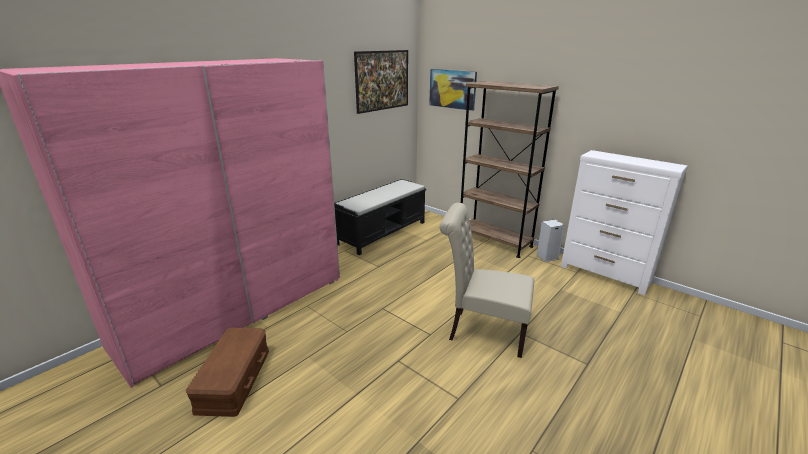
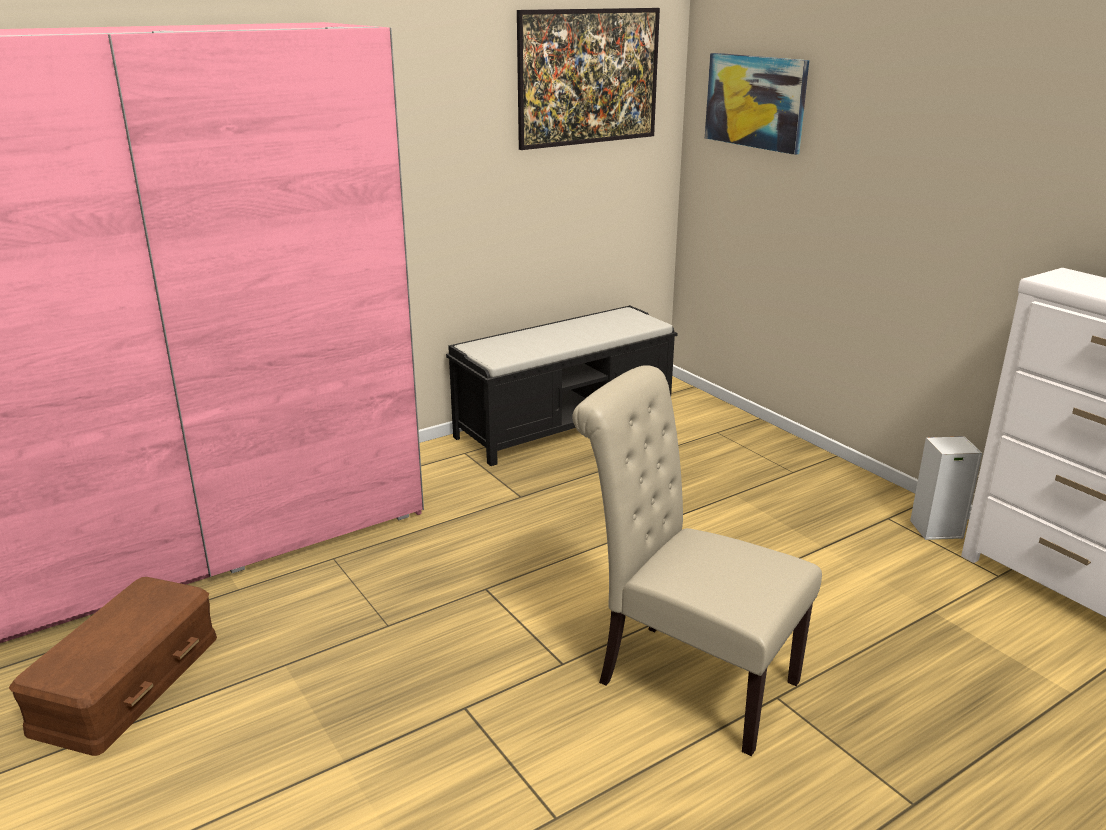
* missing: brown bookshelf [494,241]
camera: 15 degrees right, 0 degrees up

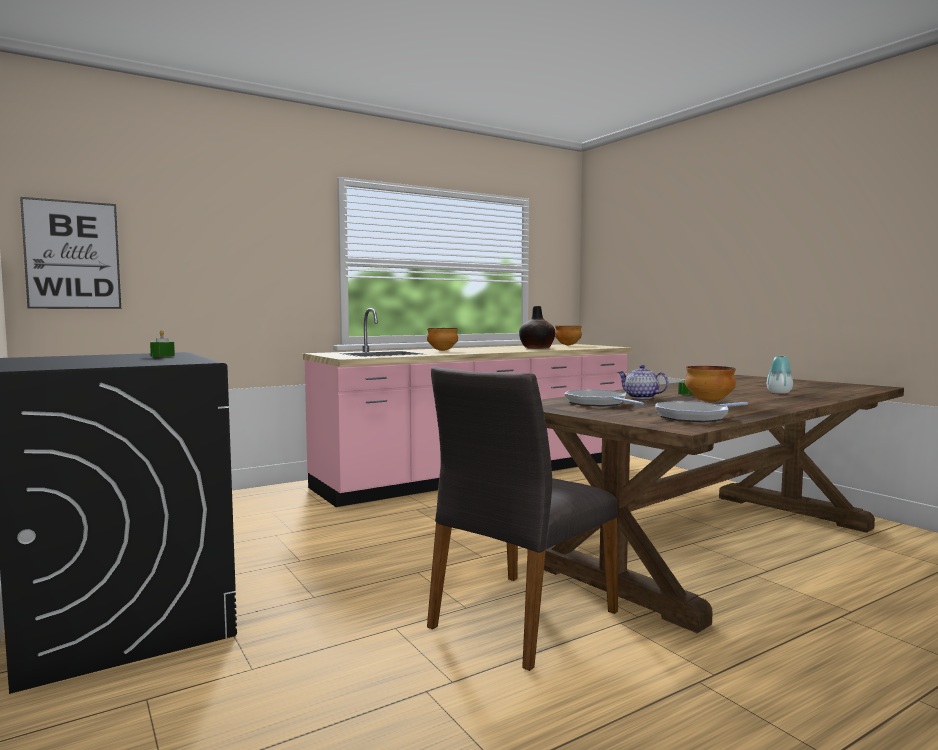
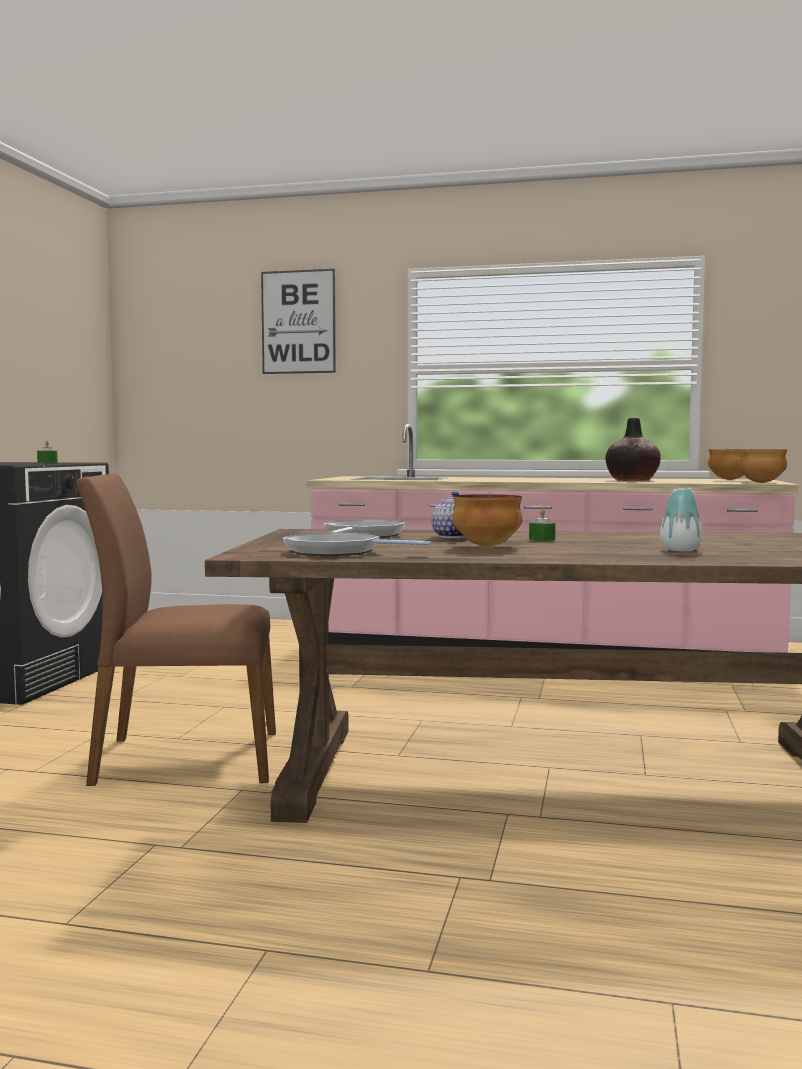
* colour: greyish chair [520,619] to brown chair [185,758]
* relocated: wall art [72,255] to [298,322]
* relocated: bowl [442,350] to [761,483]
camera: 45 degrees right, 0 degrees up

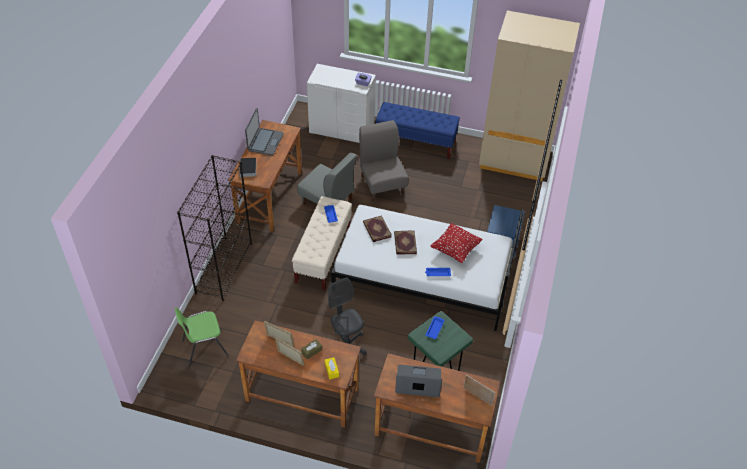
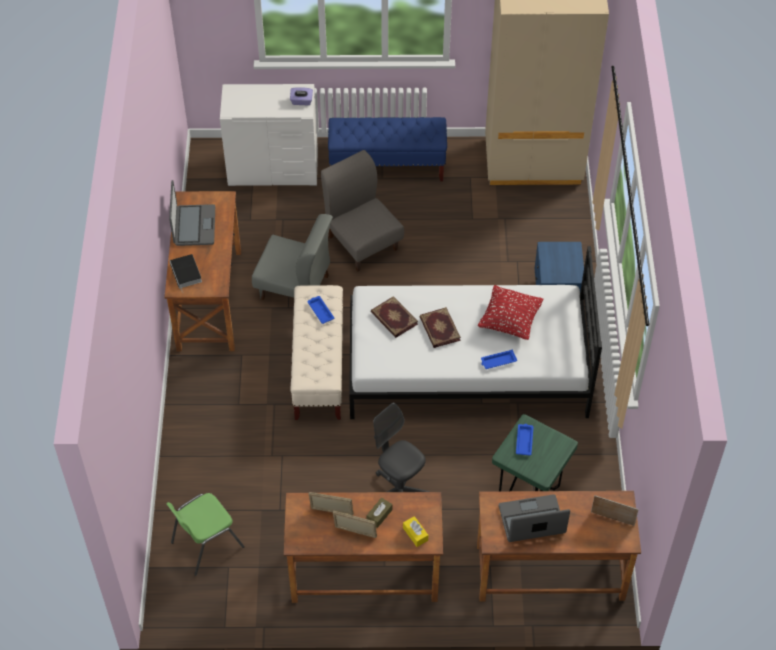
* missing: black-coloured bookshelf [224,267]
camera: 15 degrees left, 5 degrees up

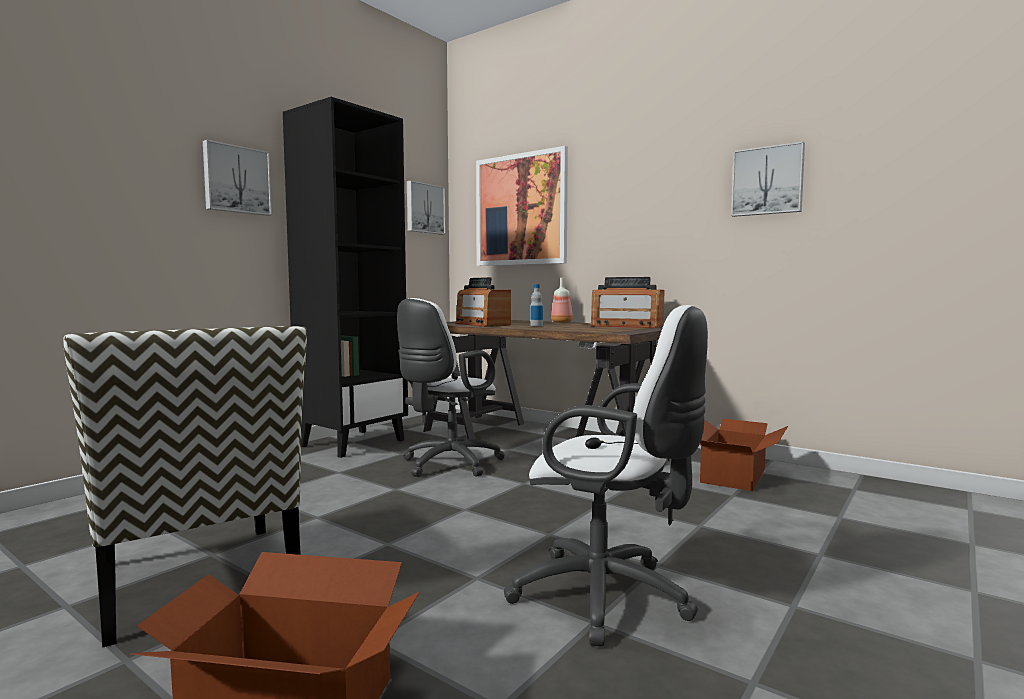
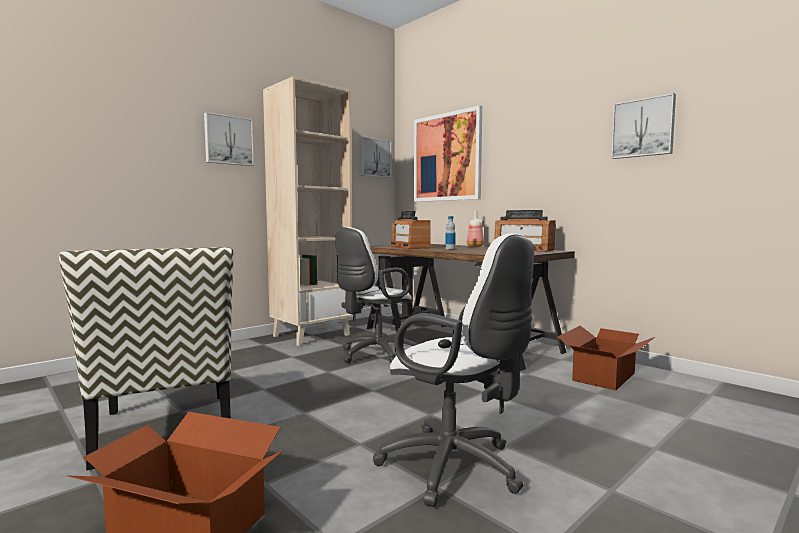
* colour: black-coloured bookshelf [353,443] to beige-coloured bookshelf [311,335]
camera: 10 degrees right, 0 degrees up

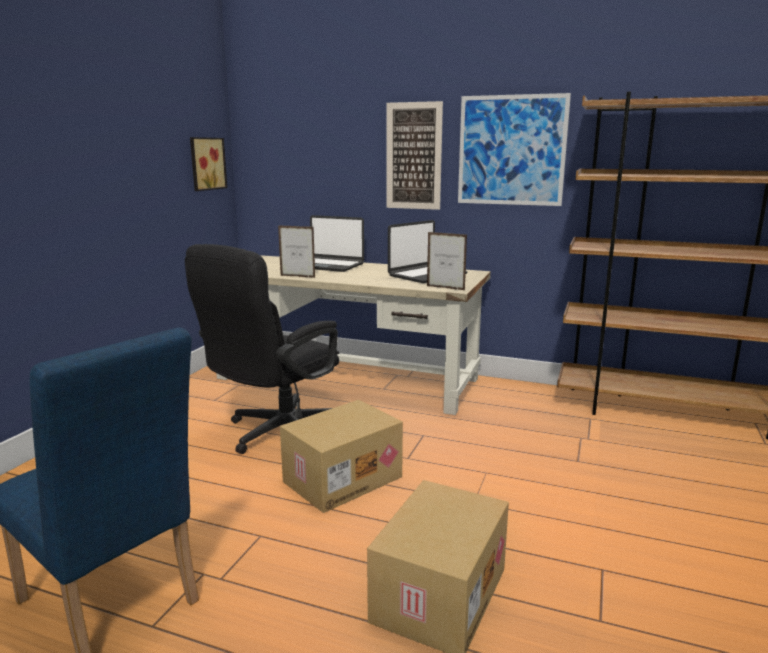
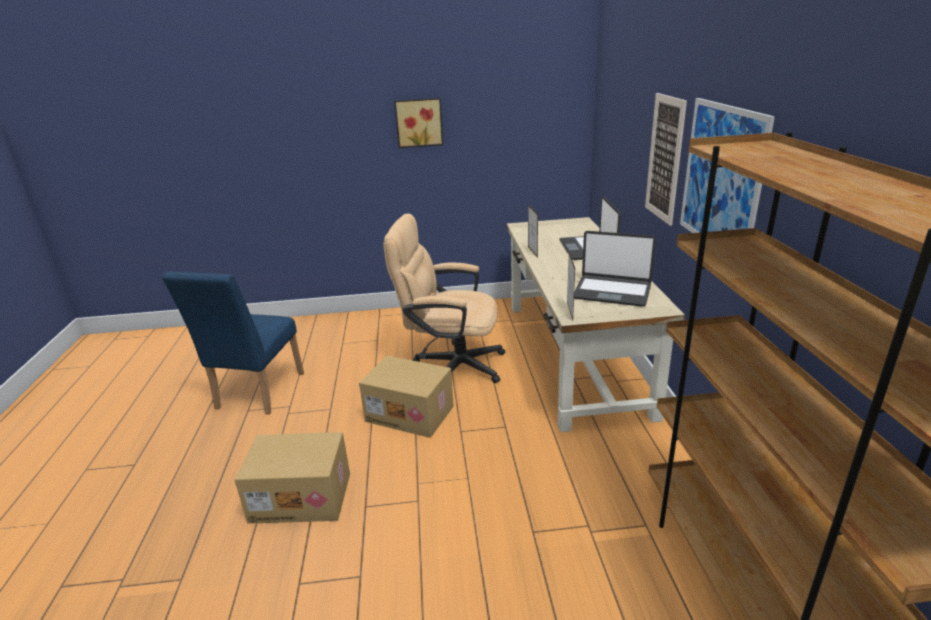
* colour: black-coloured computer chair [276,434] to beige-coloured computer chair [450,365]
* relocated: wall art [206,163] to [419,122]
camera: 65 degrees right, 10 degrees up

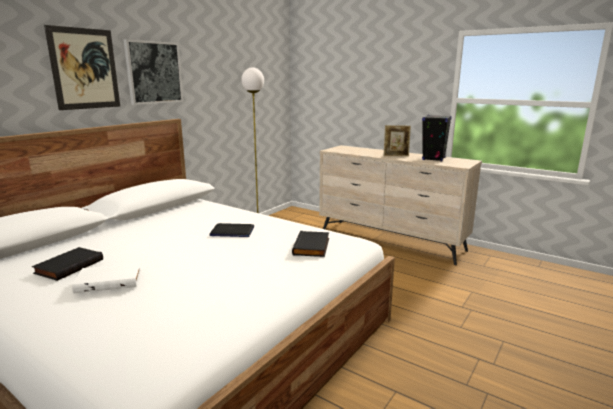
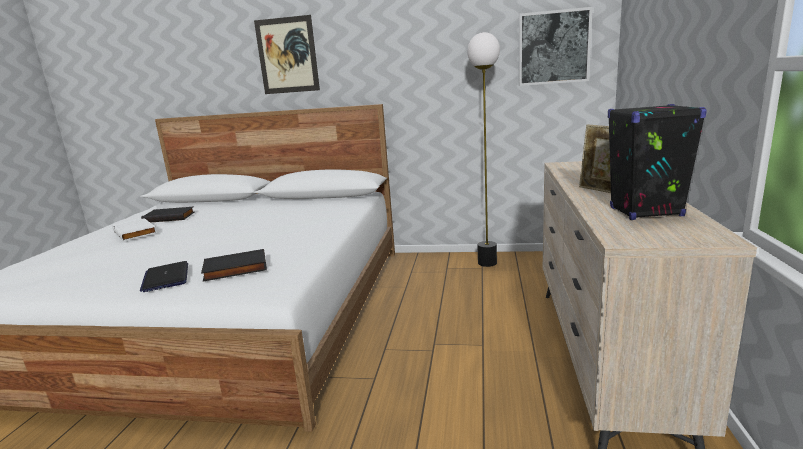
* relocated: portable computer [232,231] to [166,278]
* relocated: wall art [154,72] to [553,47]
camera: 65 degrees right, 0 degrees up

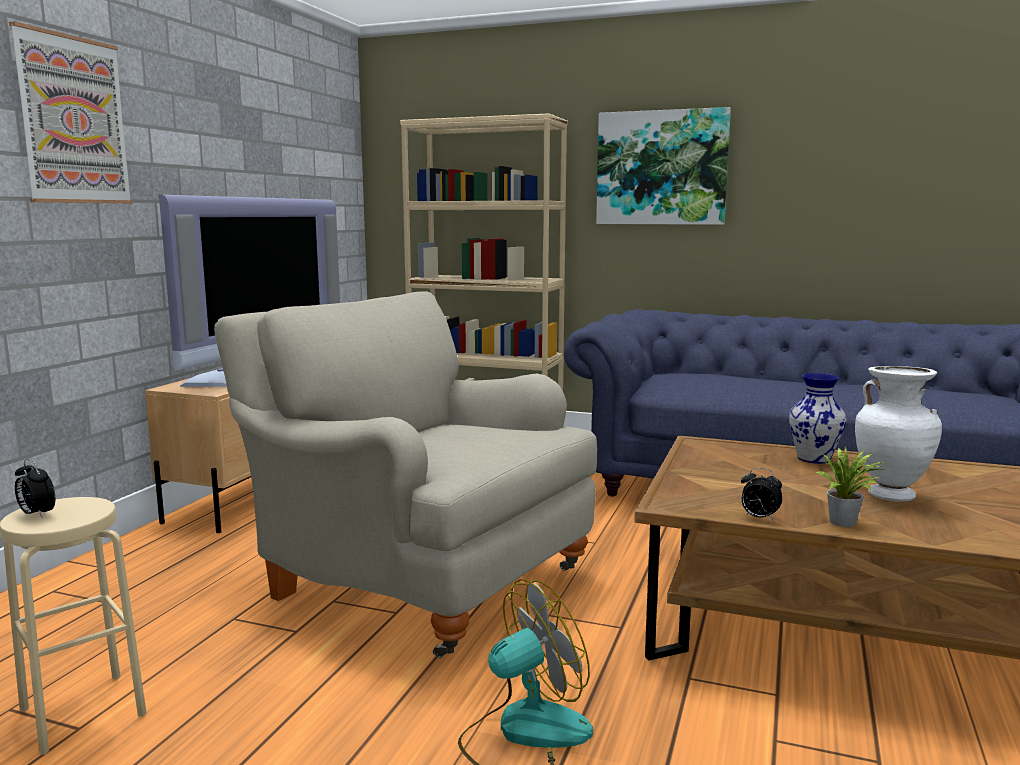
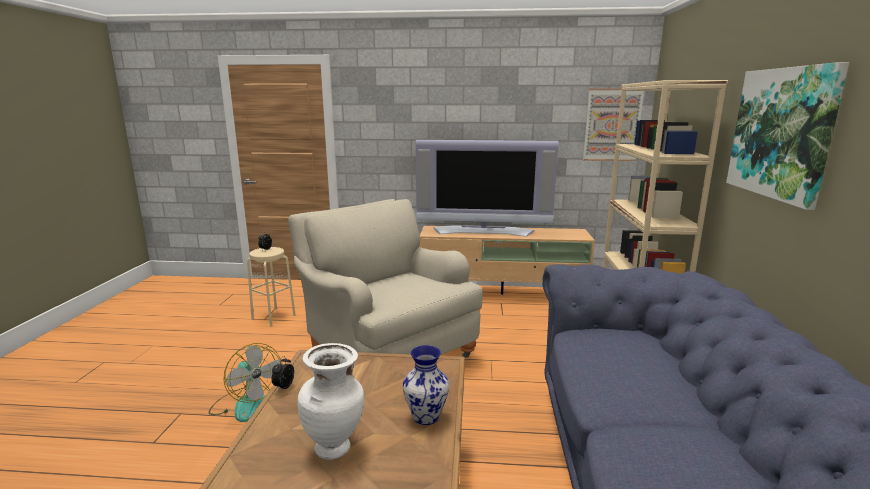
* spun: beige-coloured armchair [417,579] = [387,352] 60 degrees counterclockwise
* relocated: wall art [73,120] to [612,125]
* missing: plant in a pot [846,523]
camera: 75 degrees right, 5 degrees up

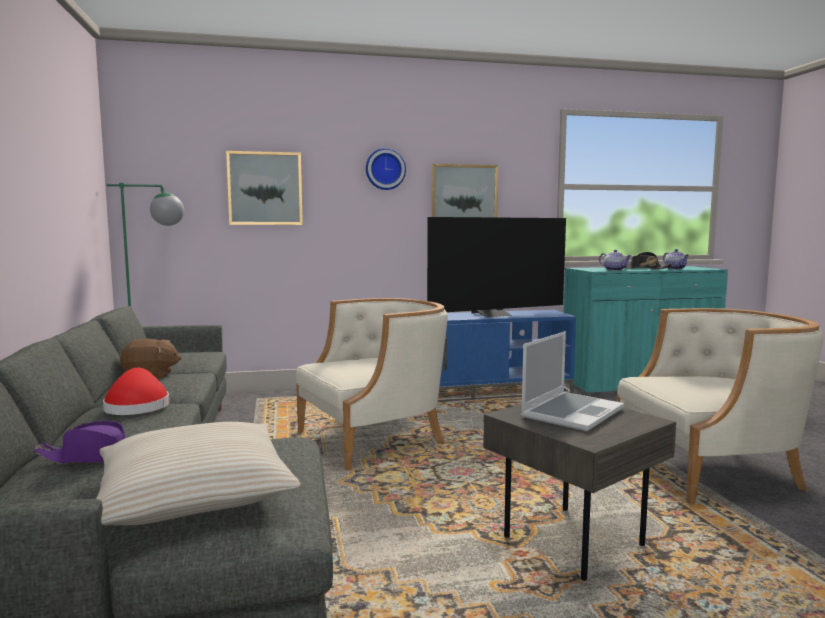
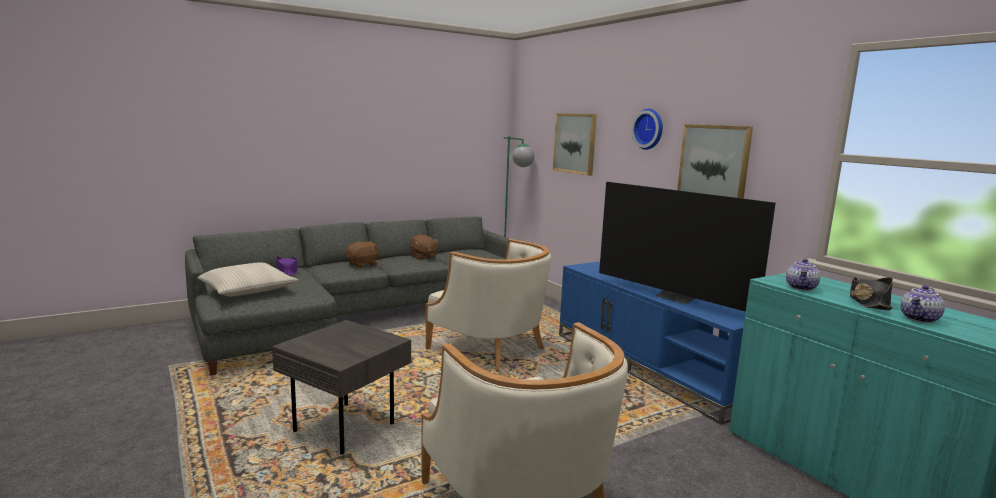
* exchanged: red wearable hat [137,406] to brown soft toy [363,265]
* missing: portable computer [571,412]
camera: 70 degrees right, 5 degrees up

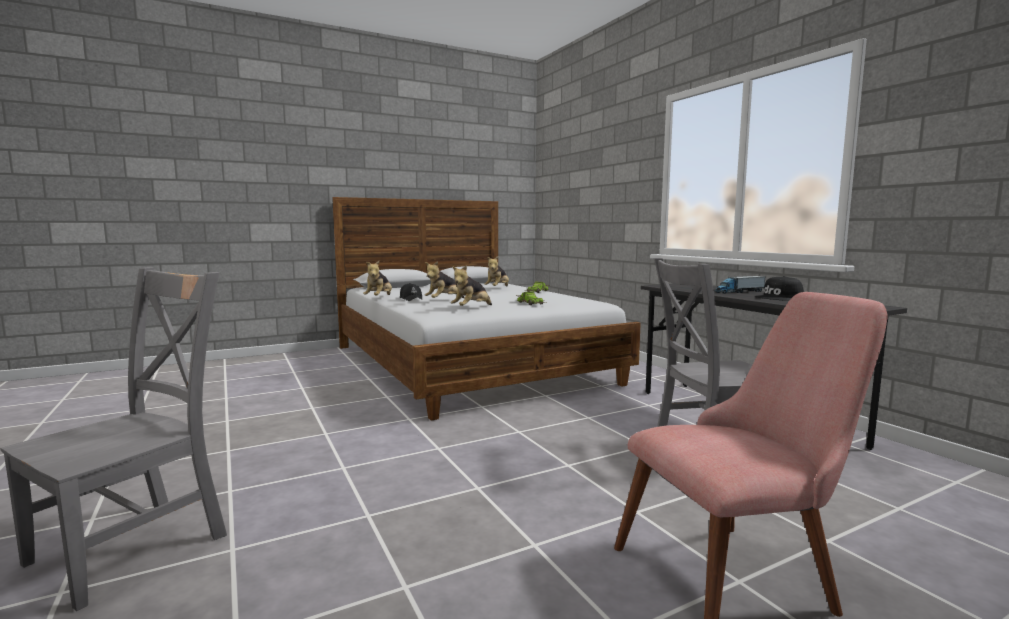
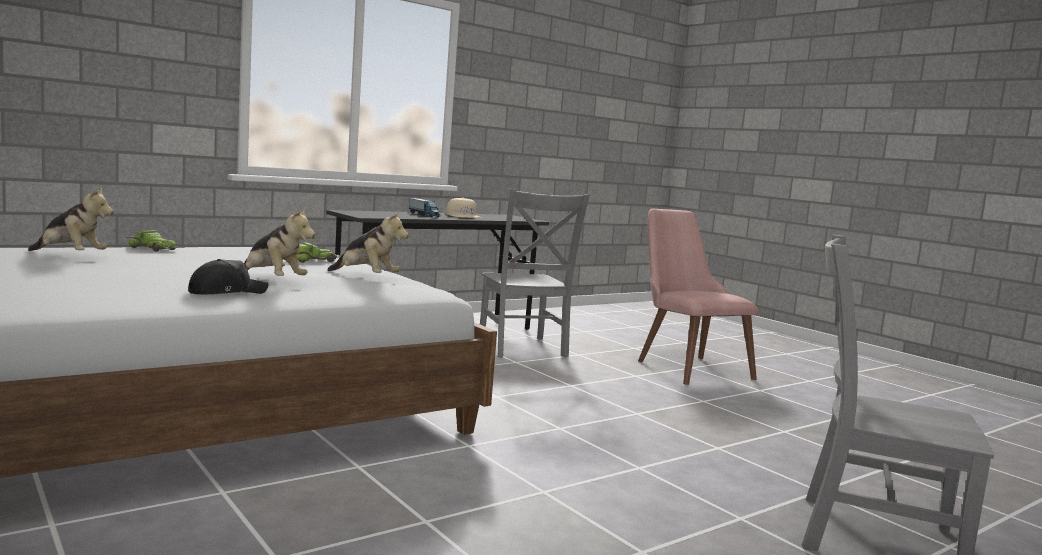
* colour: black-coloured cap [779,297] to beige-coloured cap [464,216]
* missing: soft toy [379,298]
camera: 100 degrees left, 0 degrees up

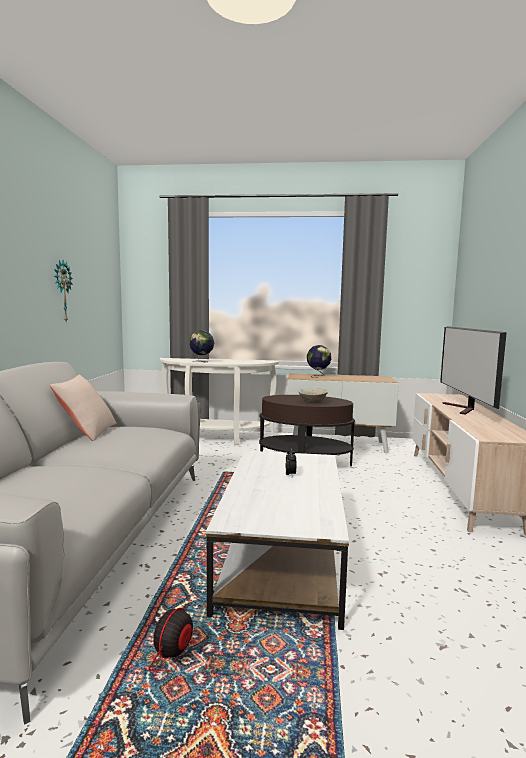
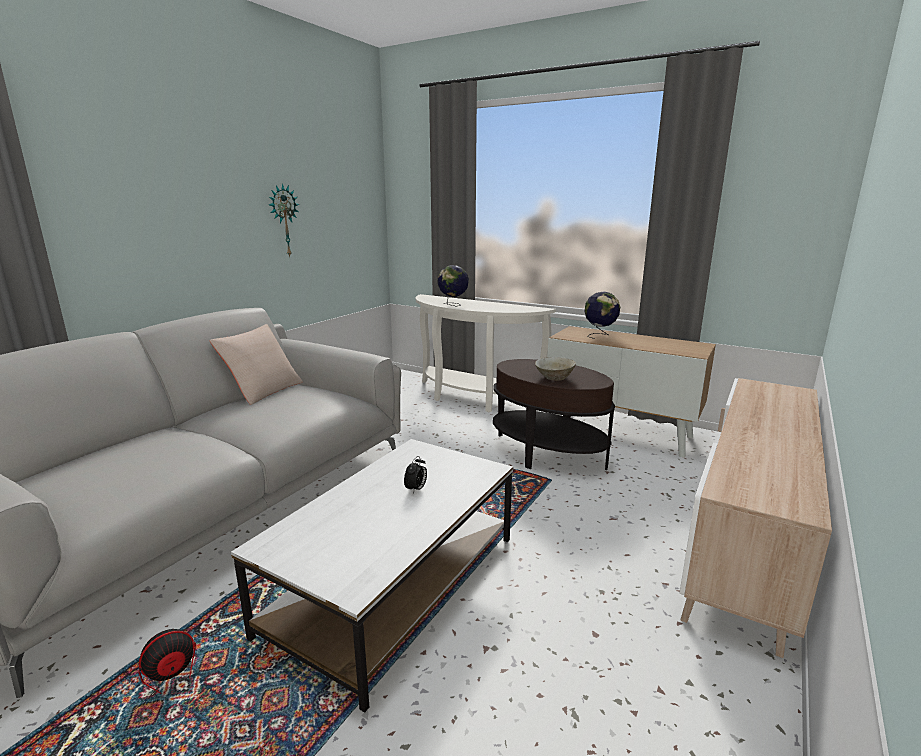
* missing: television [463,409]
camera: 25 degrees right, 10 degrees up

